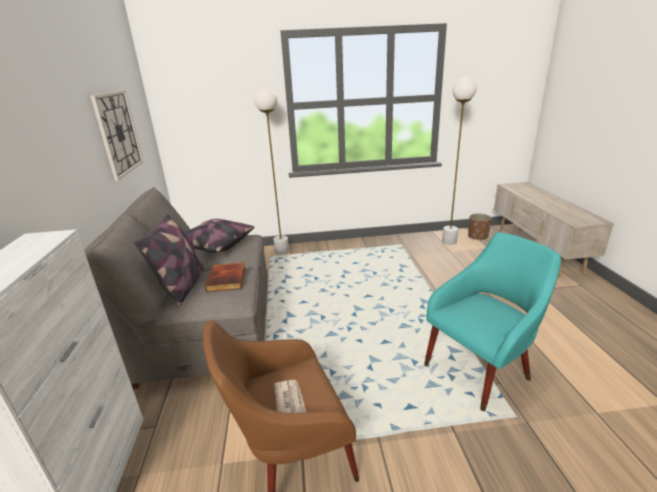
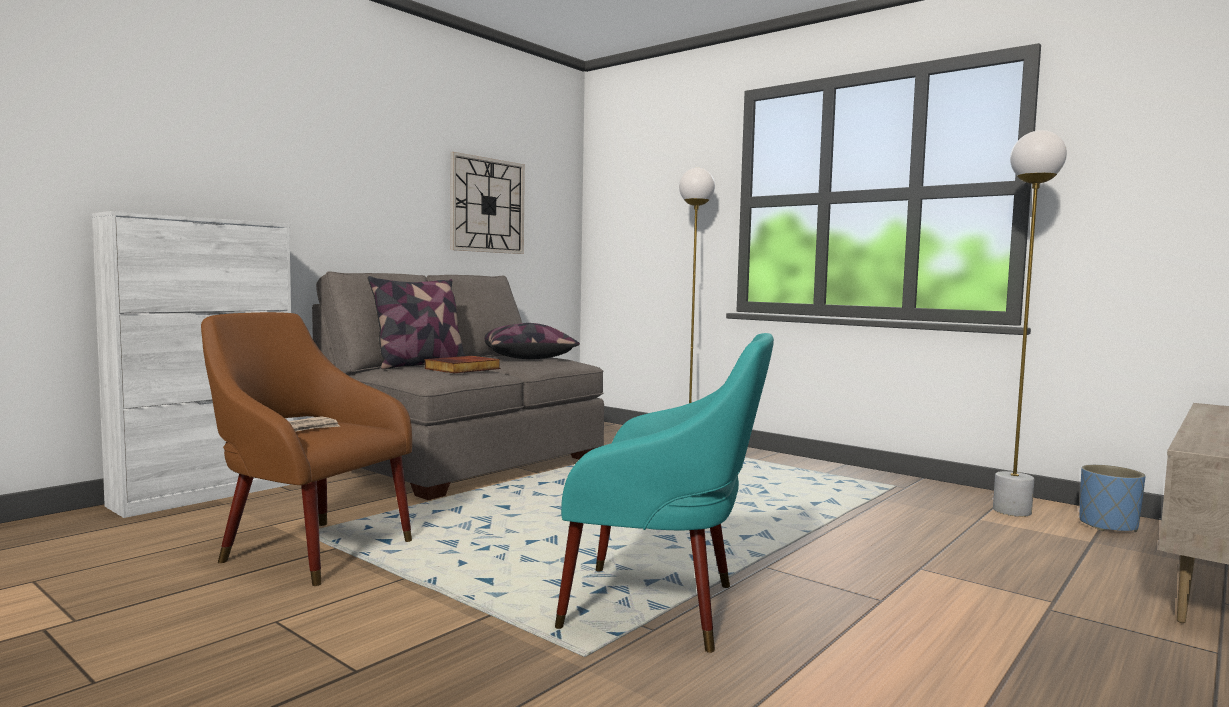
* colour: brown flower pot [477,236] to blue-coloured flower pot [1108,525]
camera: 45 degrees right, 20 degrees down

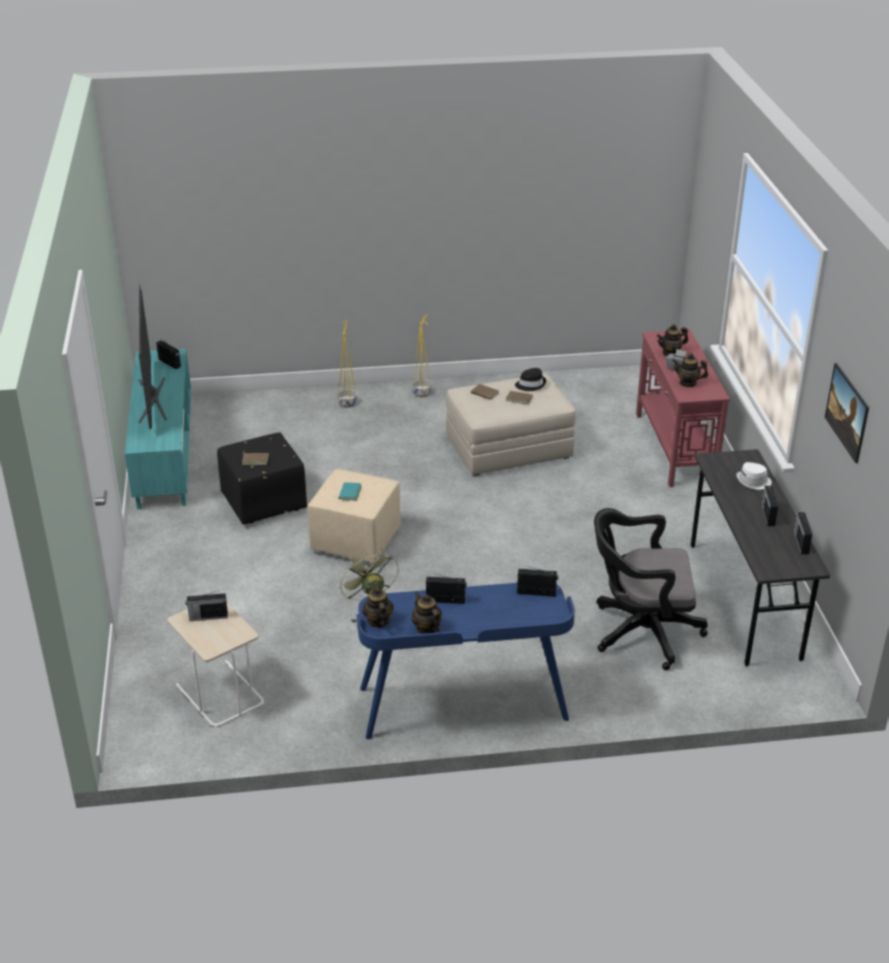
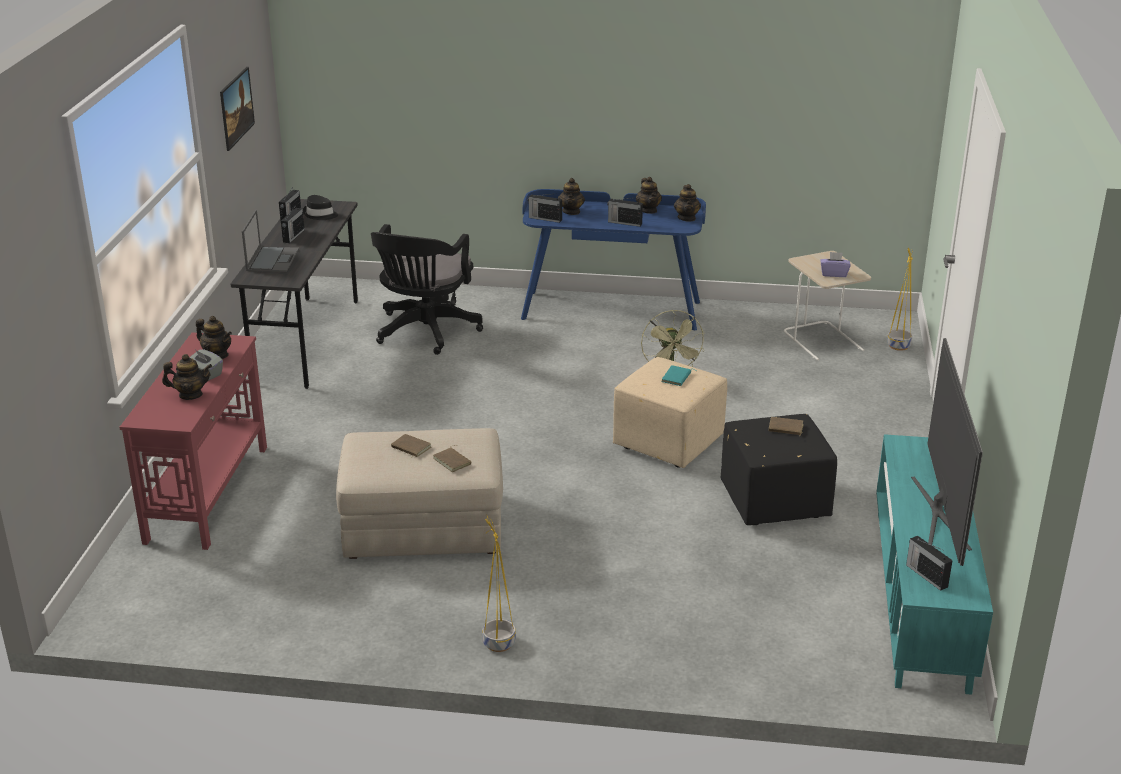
* exchanged: white wearable hat [753,481] to portable computer [272,259]
* relocated: black-coloured wearable hat [530,384] to [320,214]
* spun: black-coloured computer chair [640,632] = [425,333] 90 degrees clockwise
* appeared: tea pot [571,211]
* exchanged: radio [207,617] to purplish box of tissues [834,274]
* relocated: yellowish flower pot [347,403] to [898,346]
camera: 165 degrees left, 5 degrees down

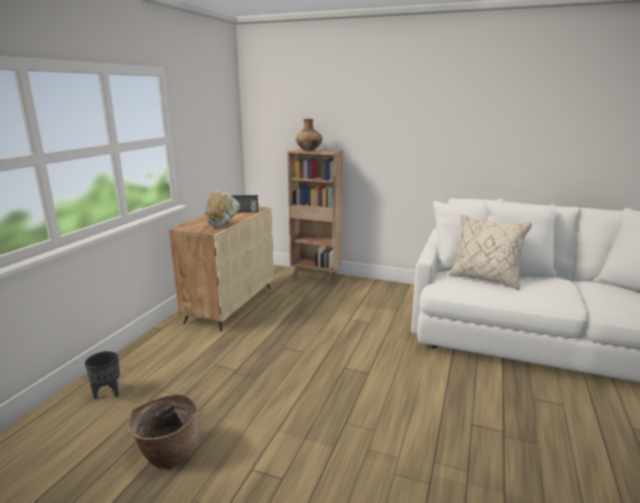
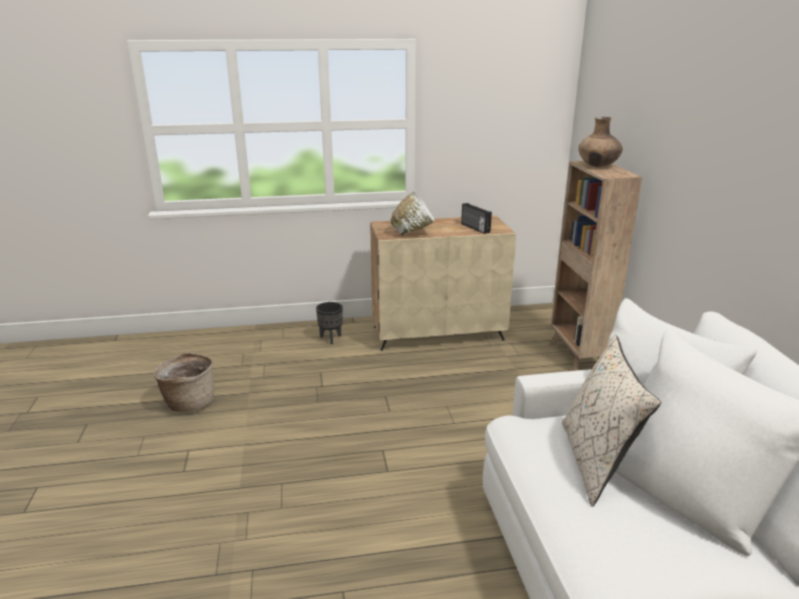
* relocated: black-coloured flower pot [108,393] to [331,338]
camera: 60 degrees right, 5 degrees up

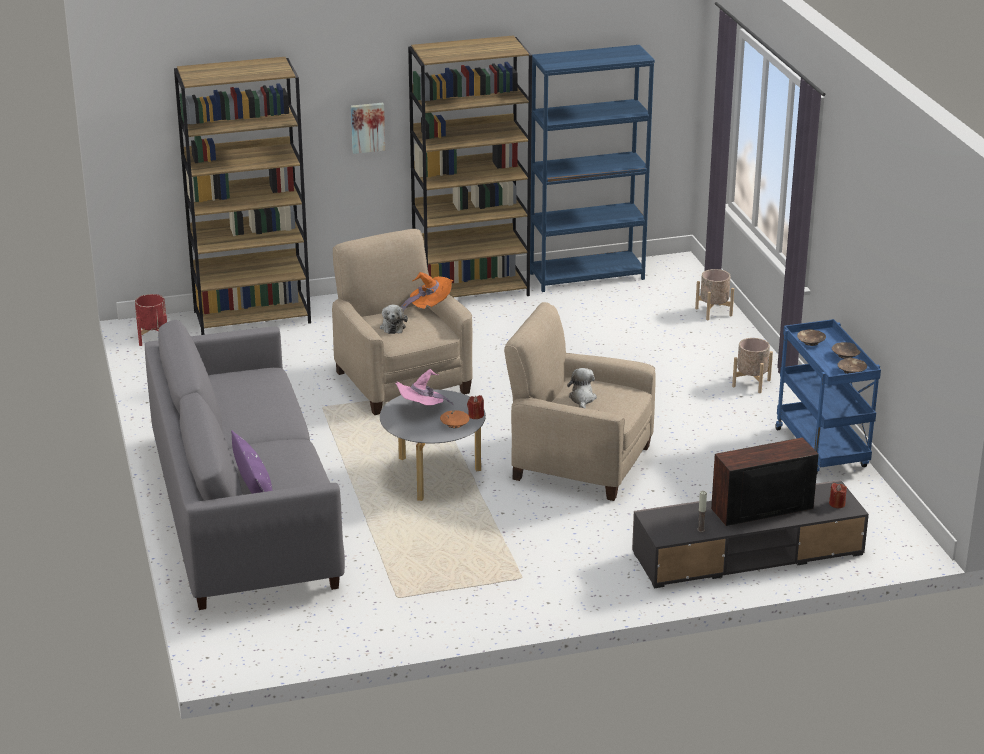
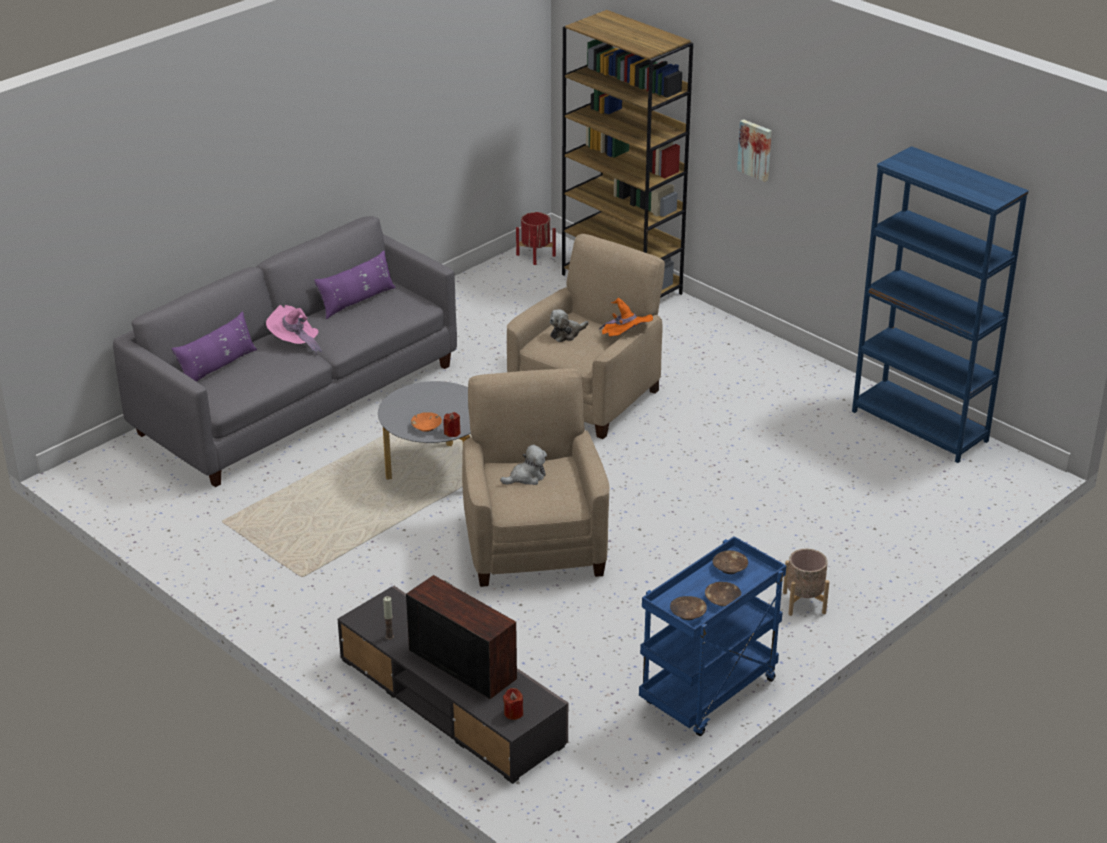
* relocated: pink wearable hat [421,410] to [295,343]
* appeared: purplish pillow [357,301]
* missing: brown bookshelf [471,290]
* missing: beige-coloured flower pot [713,312]
camera: 60 degrees right, 5 degrees up

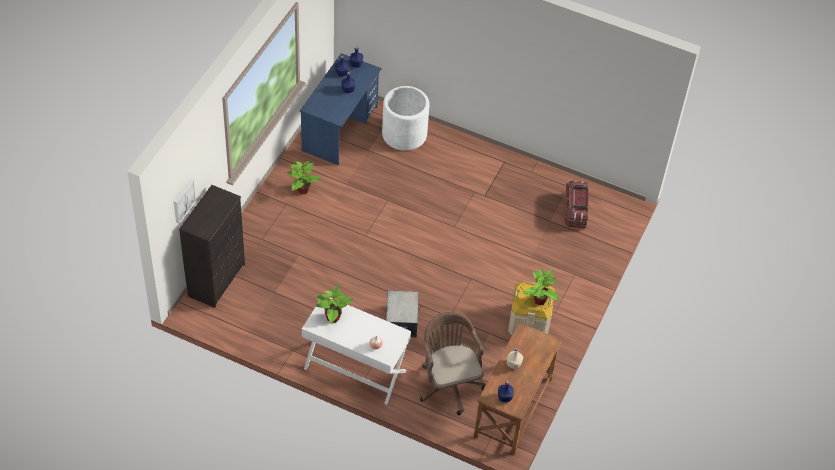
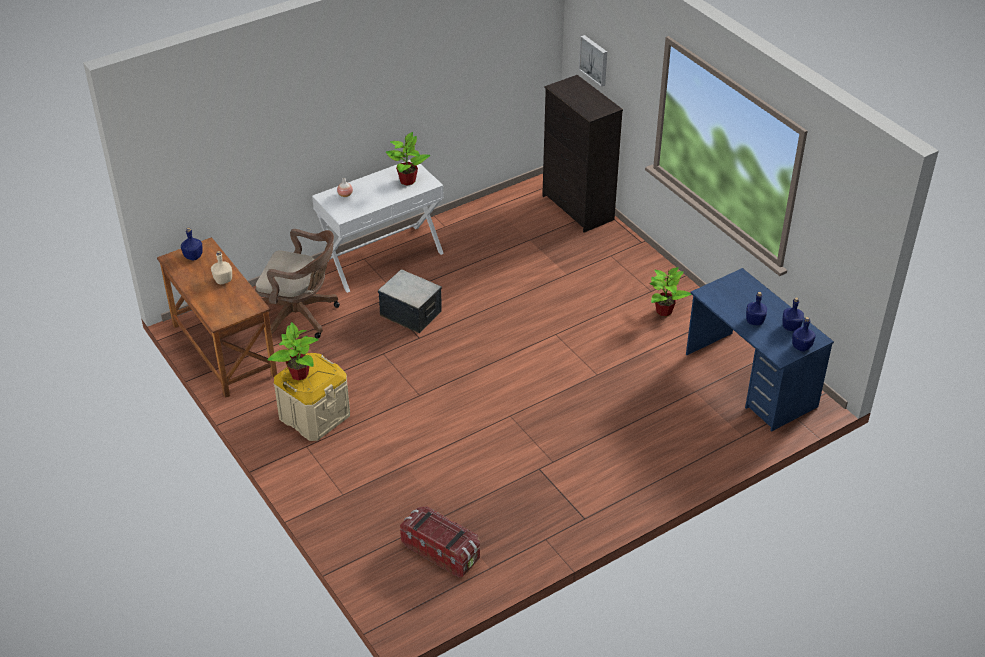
* missing: white flower pot [404,134]
camera: 125 degrees right, 10 degrees down

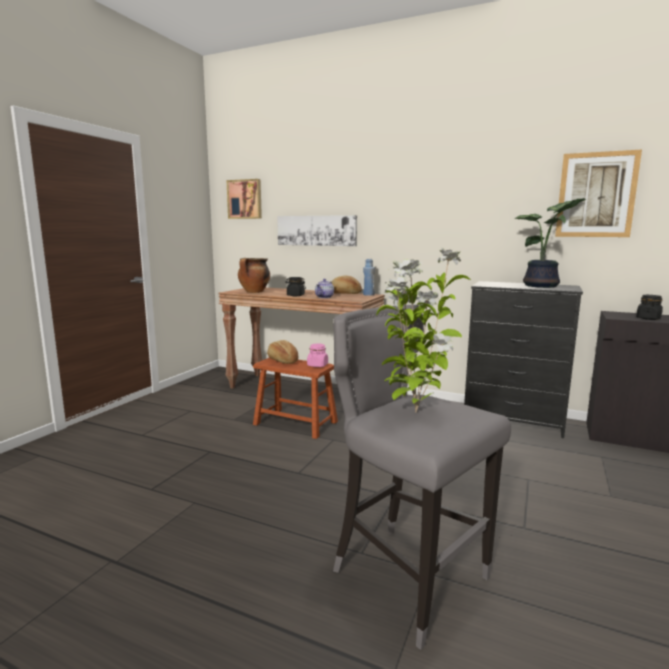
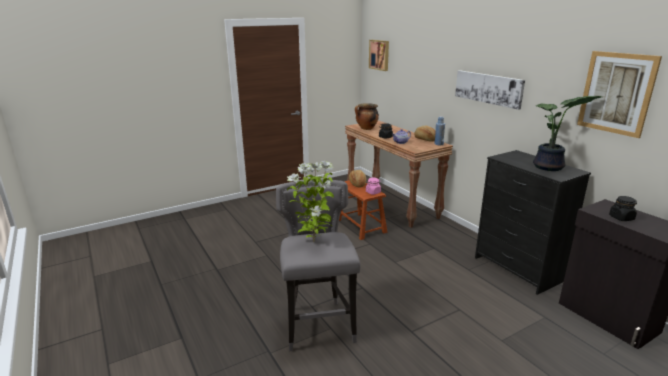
* relocated: wall art [316,230] to [488,88]
camera: 35 degrees right, 10 degrees up

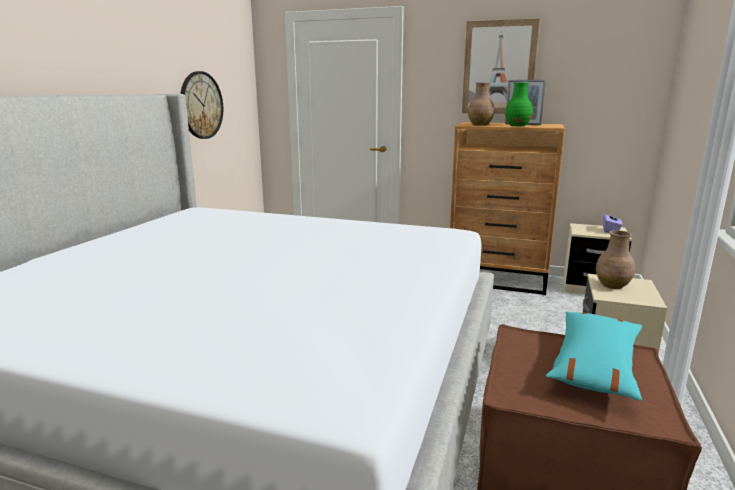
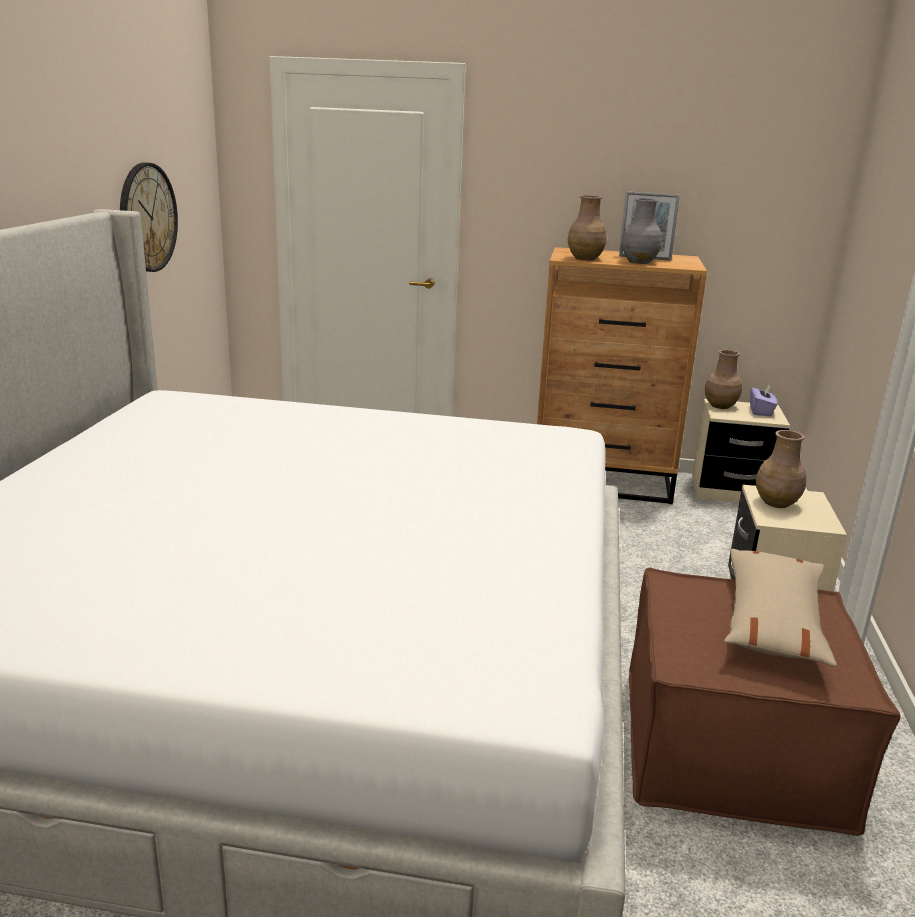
* colour: greenish vase [517,125] to greyish vase [639,262]
* appeared: brown vase [720,406]
* colour: turquoise pillow [595,365] to beige-coloured pillow [772,620]
* missing: wall art [499,68]
camera: 10 degrees left, 5 degrees up

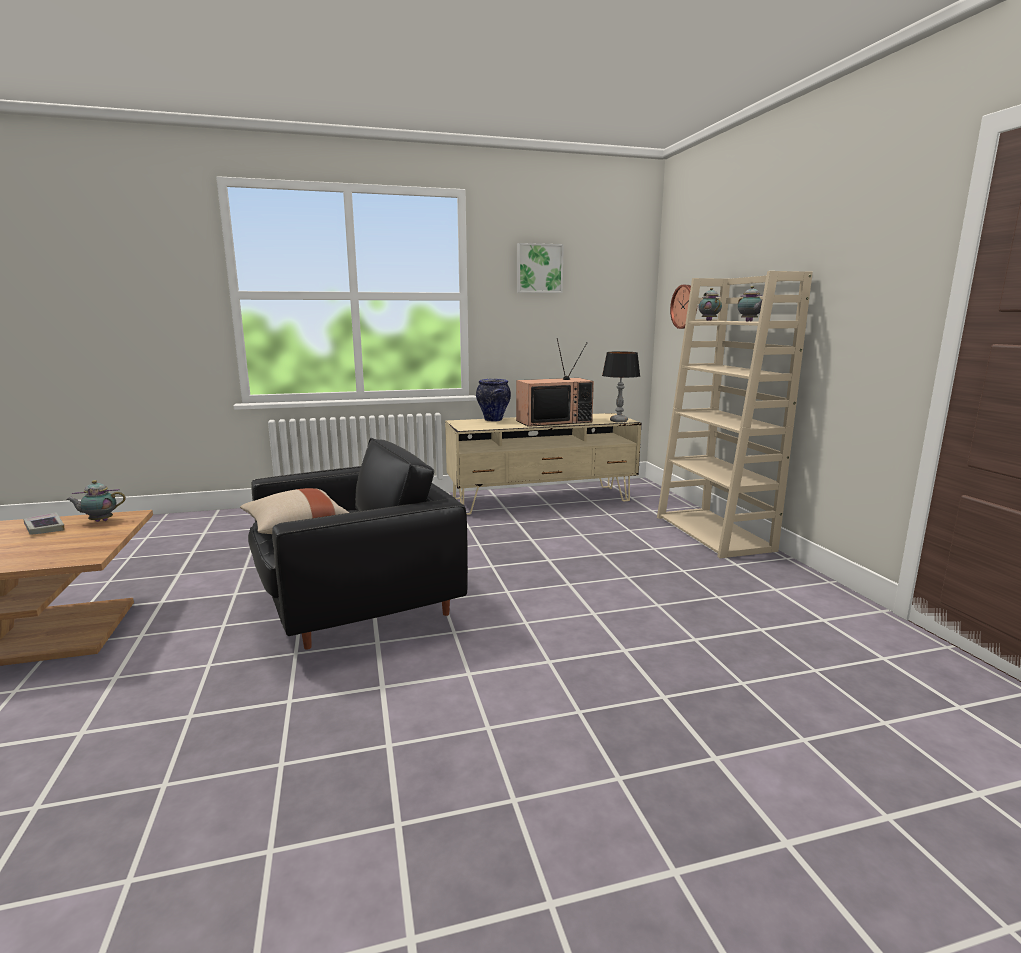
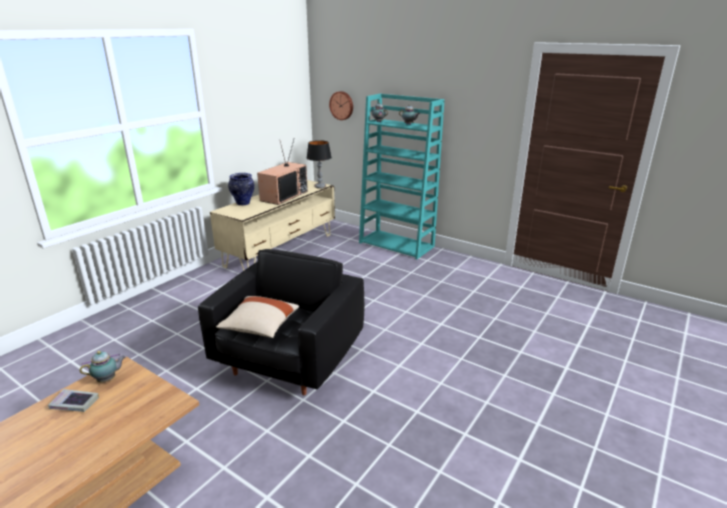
* spun: tea pot [99,521] = [108,380] 150 degrees counterclockwise
* colour: beige-coloured bookshelf [714,533] to turquoise bookshelf [397,244]
* missing: wall art [539,268]
camera: 40 degrees left, 10 degrees up

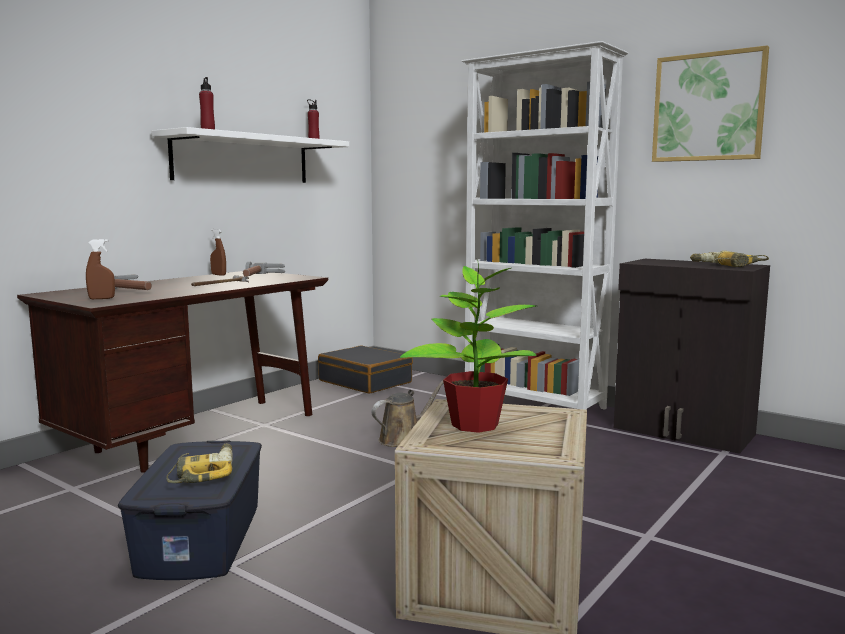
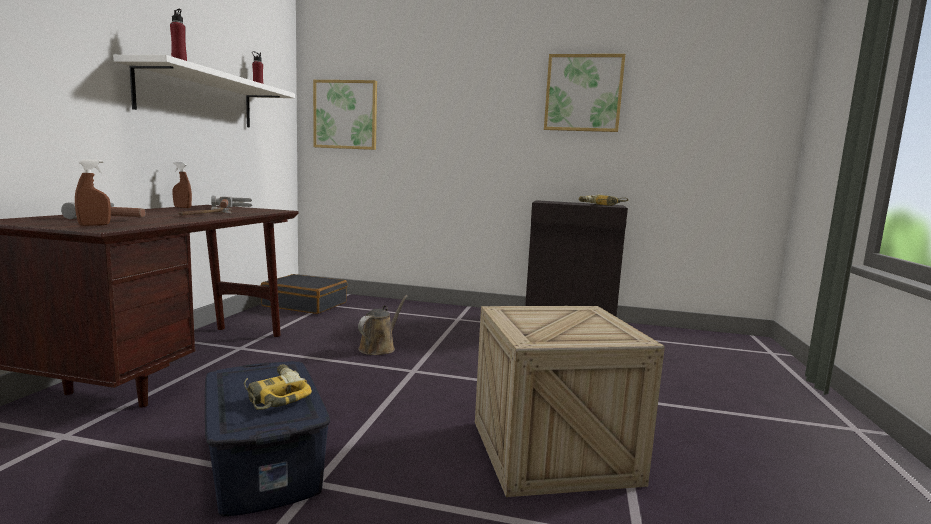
* appeared: wall art [345,115]
* missing: plant in a pot [473,424]
* missing: white bookshelf [534,403]
camera: 25 degrees left, 0 degrees up

